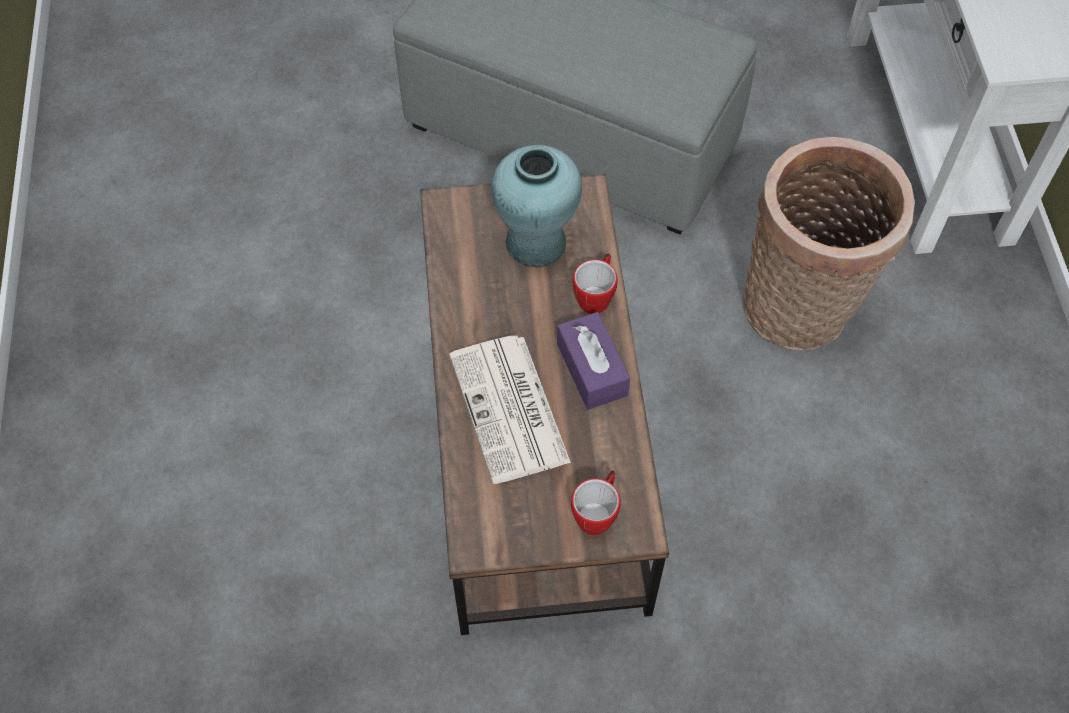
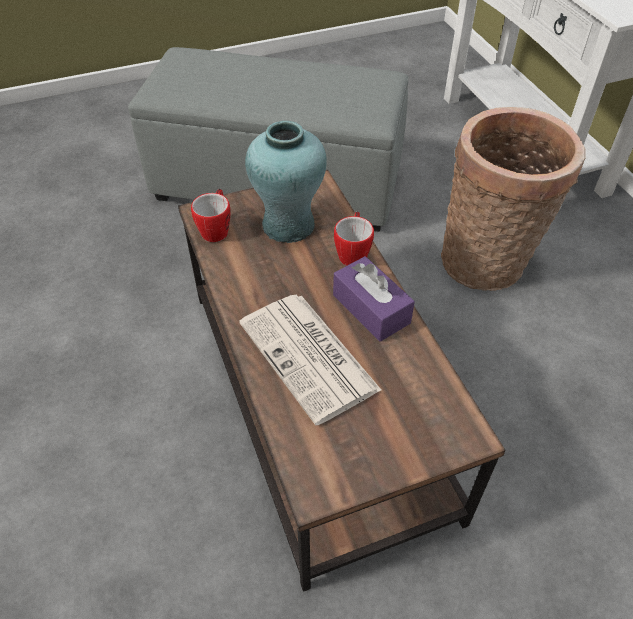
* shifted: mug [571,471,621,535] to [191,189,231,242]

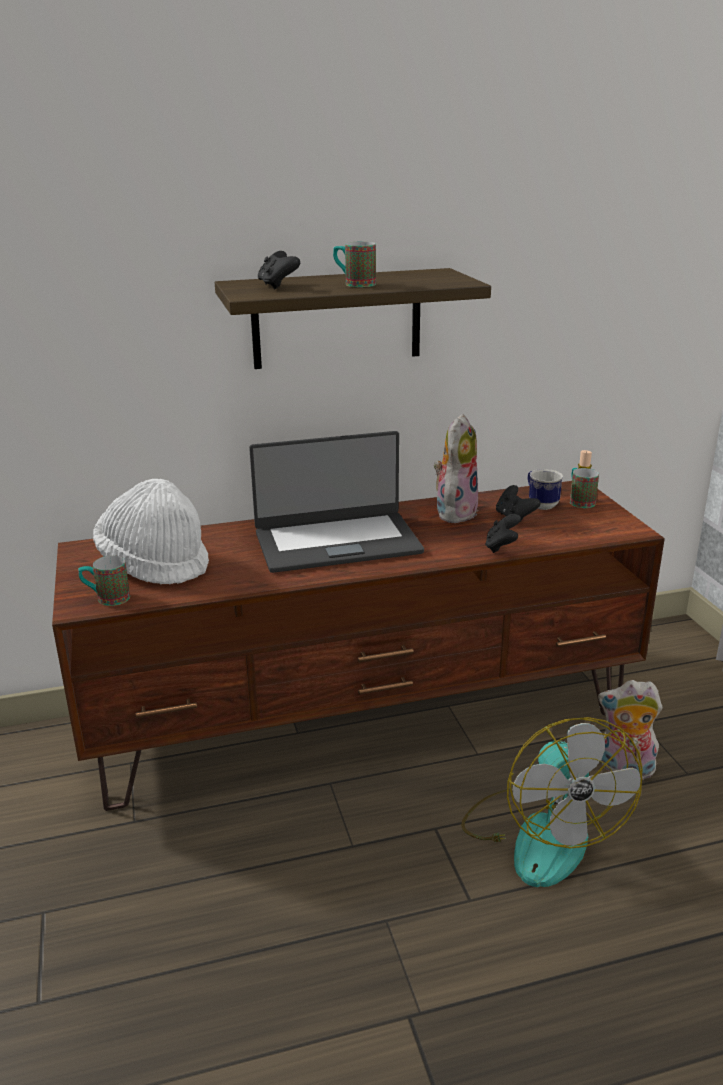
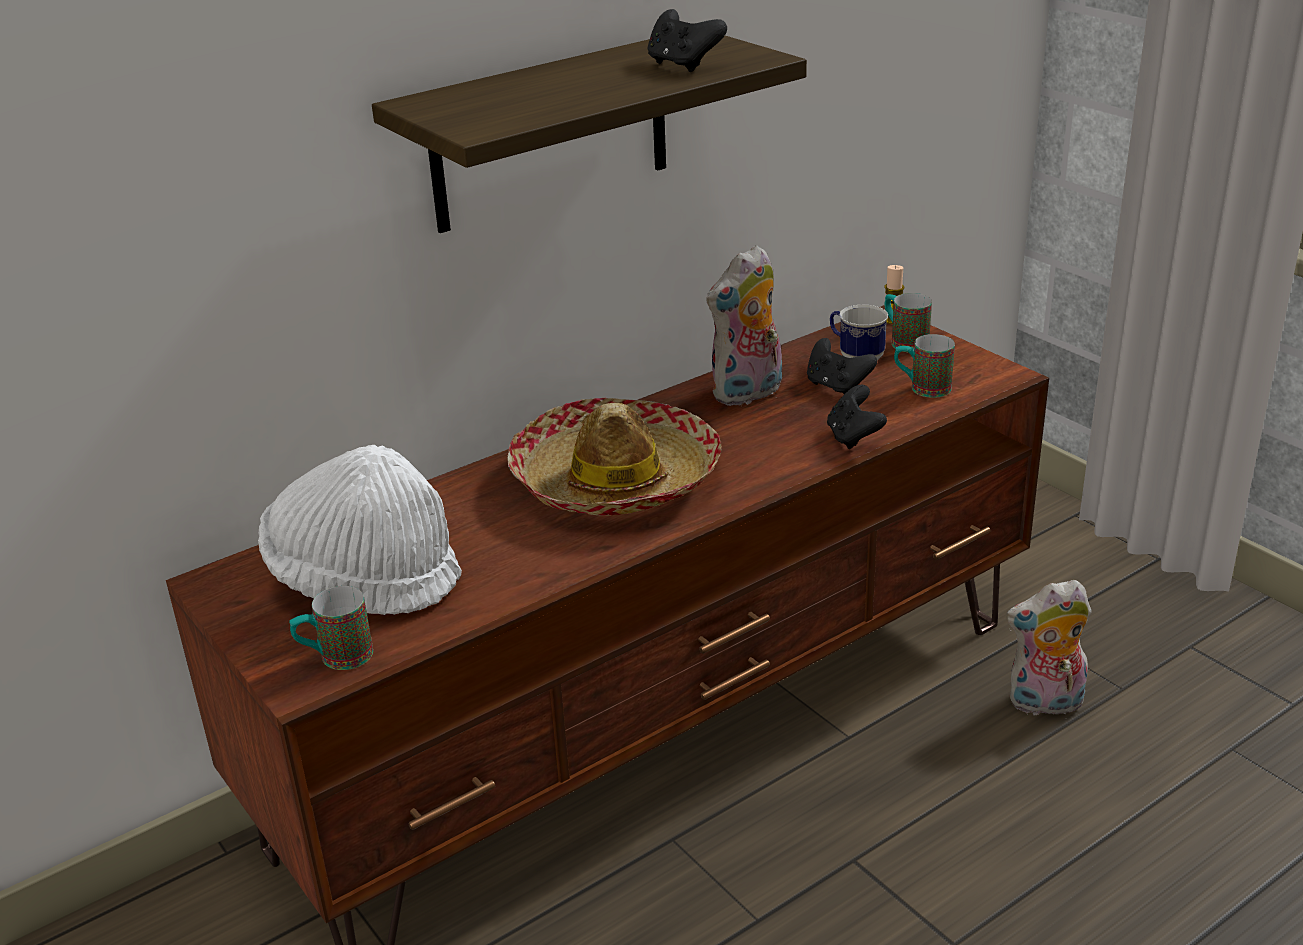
* gone: fan [461,717,643,887]
* shifted: black game controller [258,251,300,289] to [648,9,727,72]
* shifted: mug [333,242,376,287] to [894,334,955,398]
* swapped: laptop [249,431,424,573] to hat [507,398,722,516]
* rotated: plush toy [434,414,478,523] = [706,245,782,406] 135 degrees counterclockwise

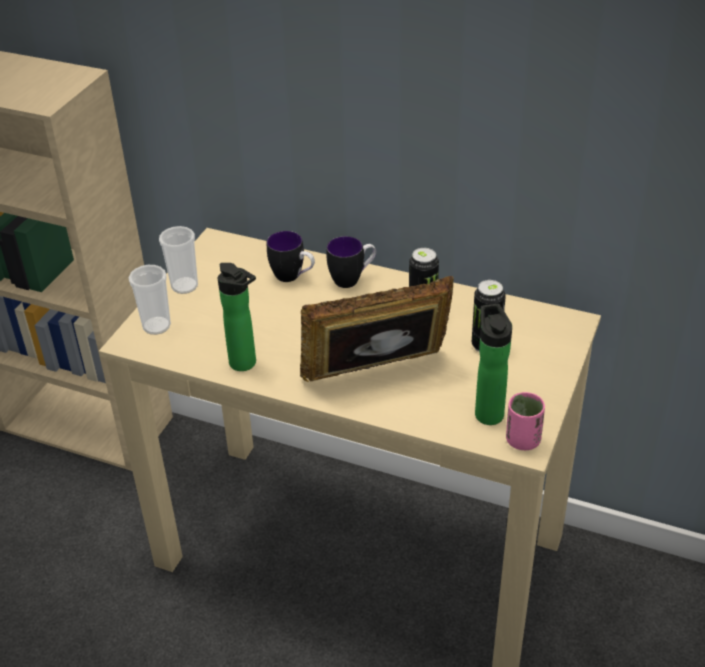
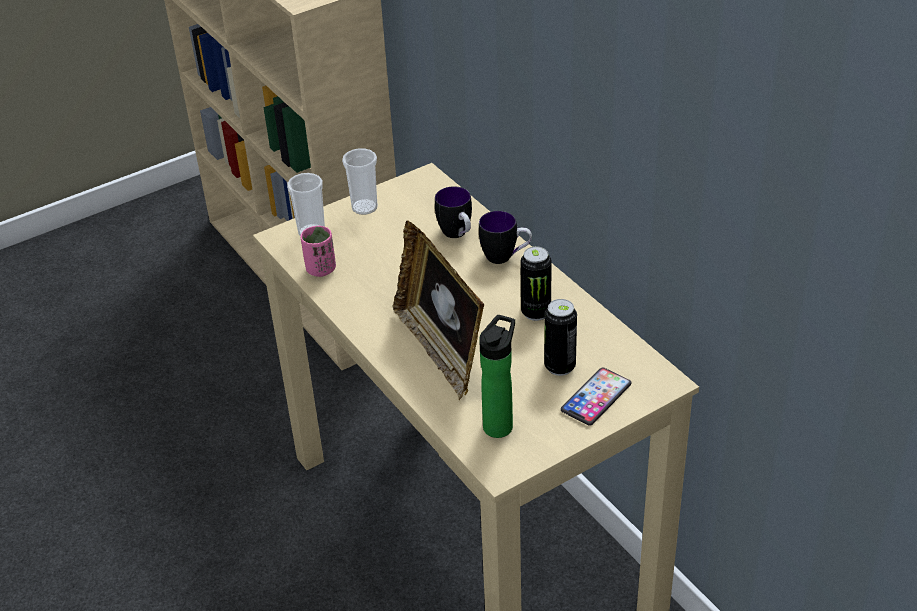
* gone: bottle [218,263,256,371]
* new: phone [561,367,632,426]
* shifted: pink cup [506,392,545,450] to [300,226,336,277]
* rotated: picture frame [300,276,454,382] = [393,221,484,400] 135 degrees counterclockwise

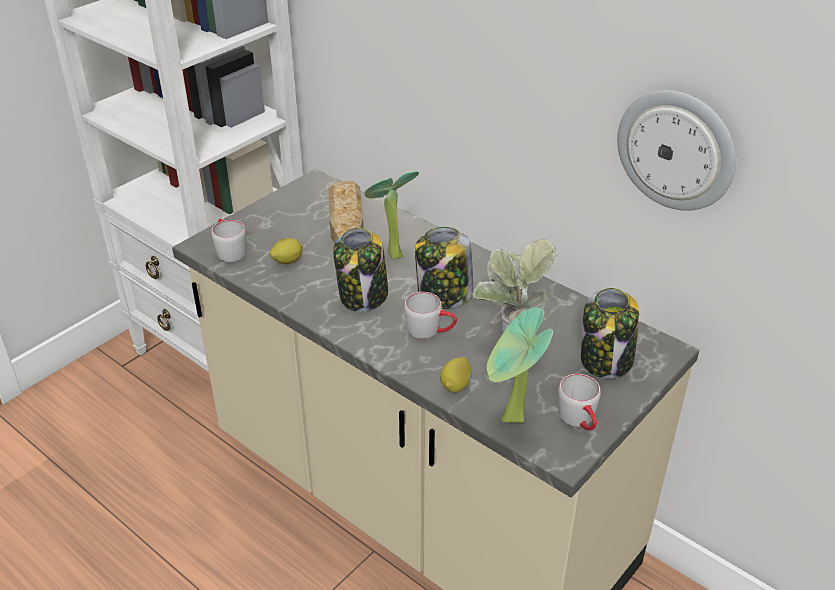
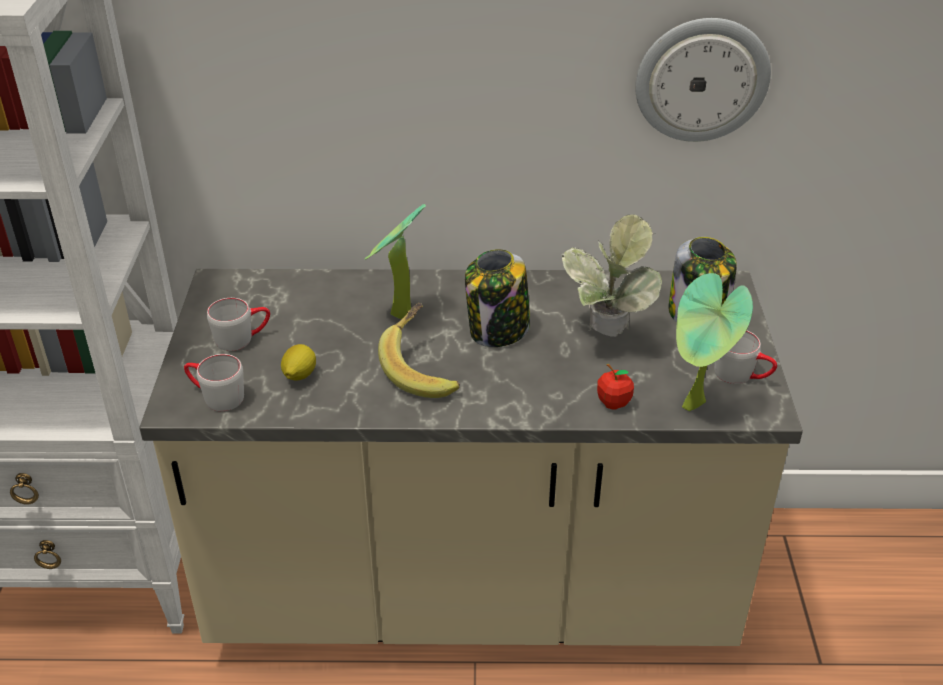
* gone: bread [328,181,363,244]
* shifted: grey mug [404,292,457,339] to [207,298,270,351]
* swapped: jar [333,228,388,312] to banana [378,302,460,398]
* swapped: lemon [440,357,472,392] to apple [597,364,634,410]

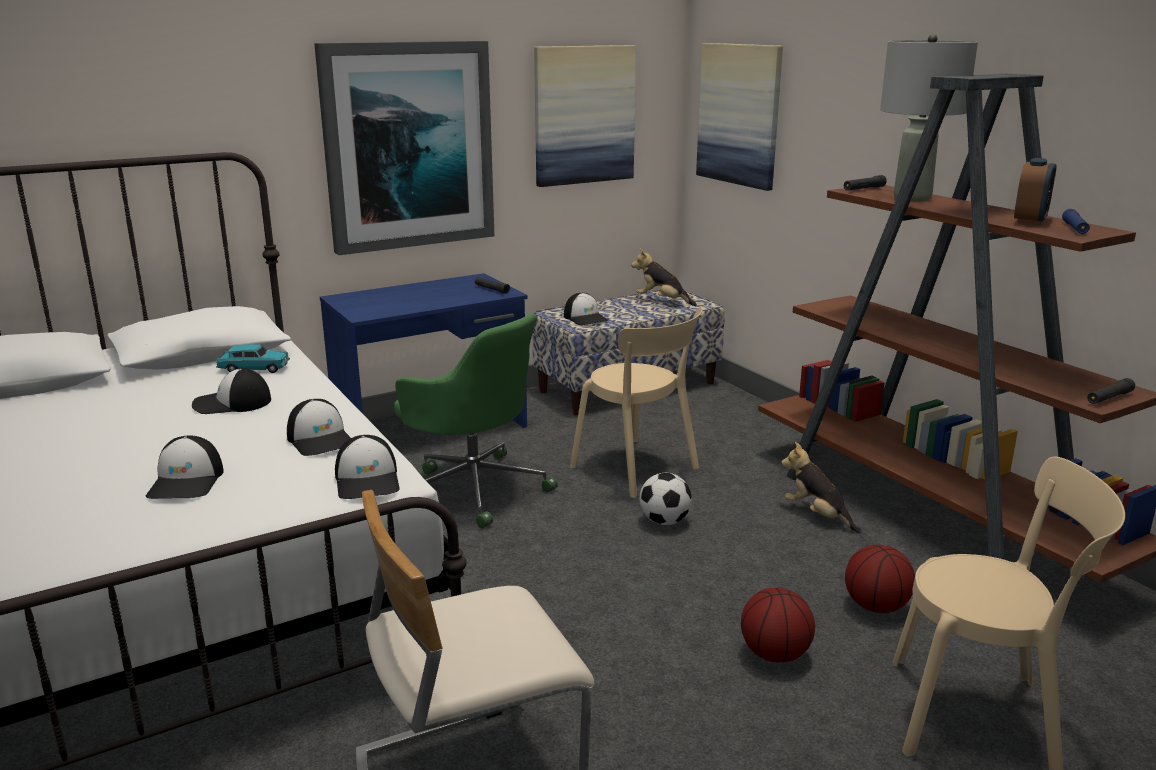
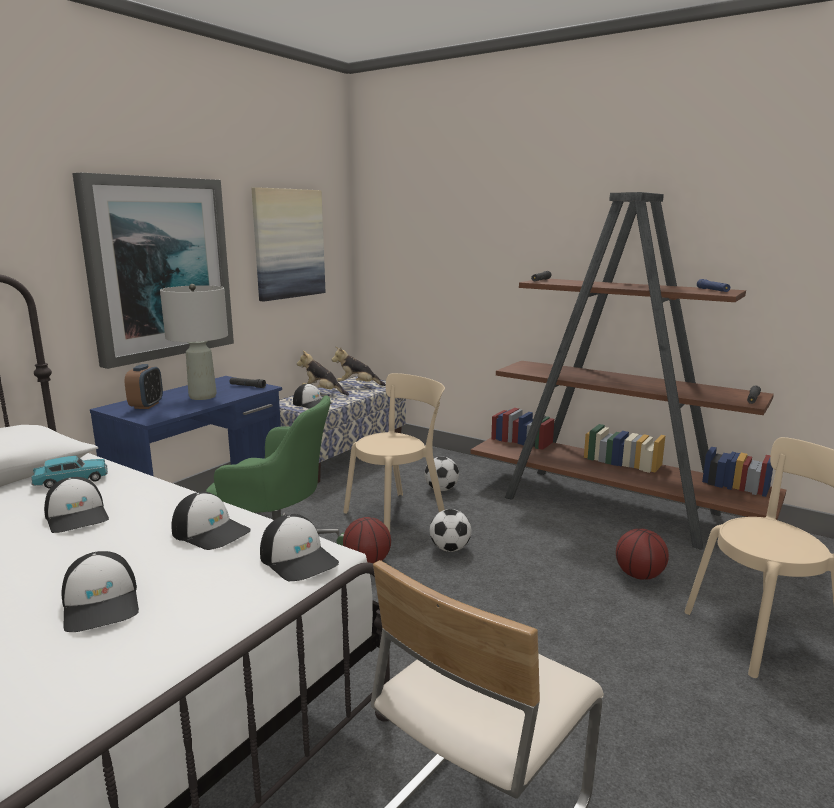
* gone: picture [696,43,783,191]
* new: football [425,457,459,491]
* shifted: basketball [741,588,815,662] to [343,517,391,563]
* shifted: plush toy [781,442,862,533] to [297,351,349,395]
* shifted: grey table lamp [880,34,978,202] to [160,284,228,400]
* shifted: alarm clock [1014,158,1057,225] to [125,364,163,409]
* rotated: cap [192,368,271,414] = [44,477,109,533] 90 degrees counterclockwise
* rotated: beige chair [570,306,703,498] = [343,373,445,532] 60 degrees counterclockwise

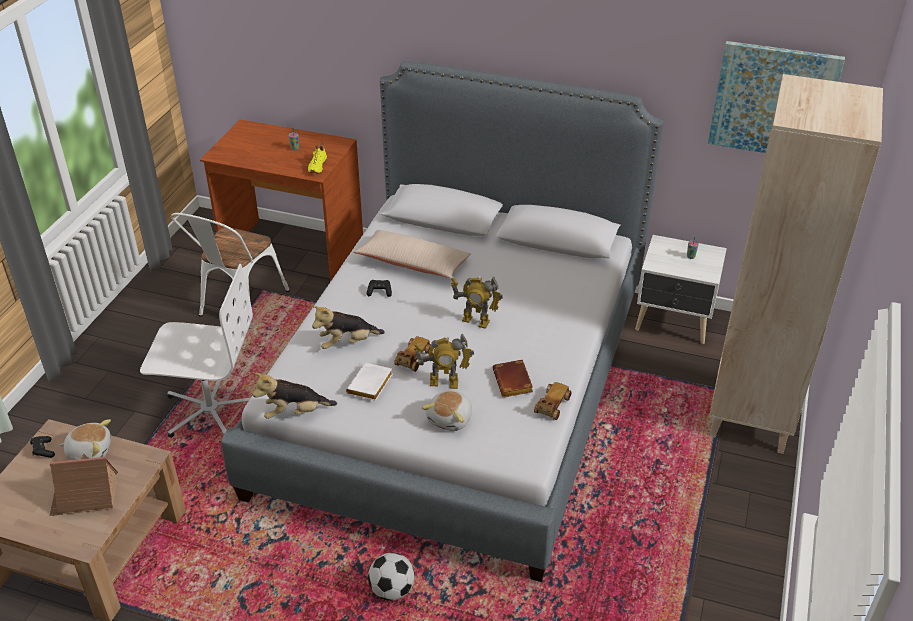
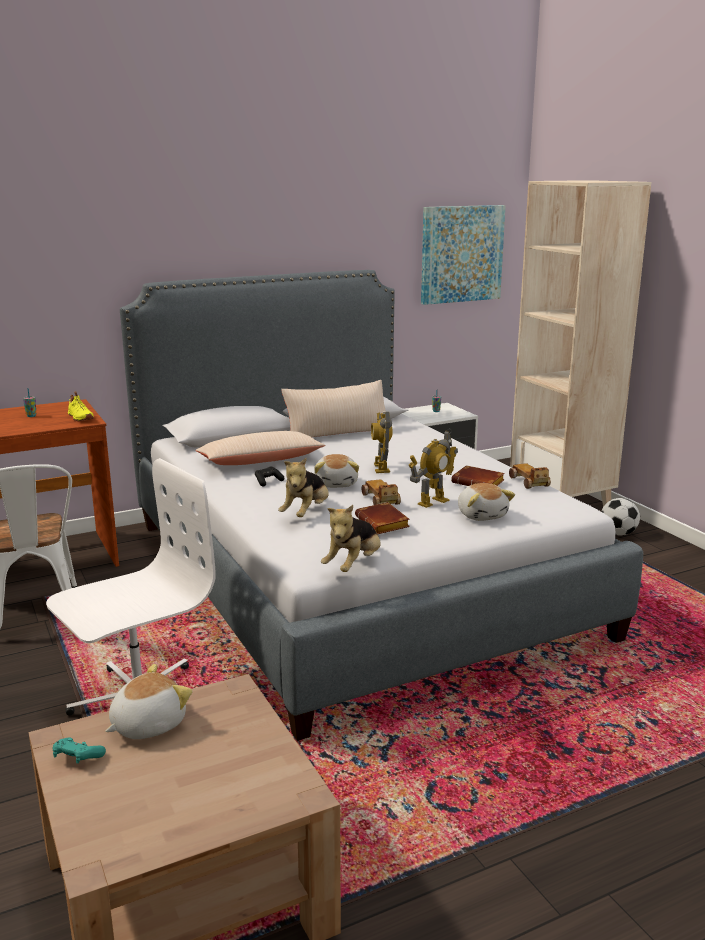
* gone: toy house [49,454,118,516]
* new: beige pillow [281,380,386,437]
* new: plush toy [314,454,359,488]
* shifted: football [368,552,415,600] to [601,498,640,536]
* repainted: black game controller [30,436,55,458] to turquoise game controller [53,738,106,764]
* repainted: white book [346,363,393,401] to brown book [355,502,410,534]
* rotated: toy robot [451,276,503,329] = [371,411,393,473] 105 degrees clockwise

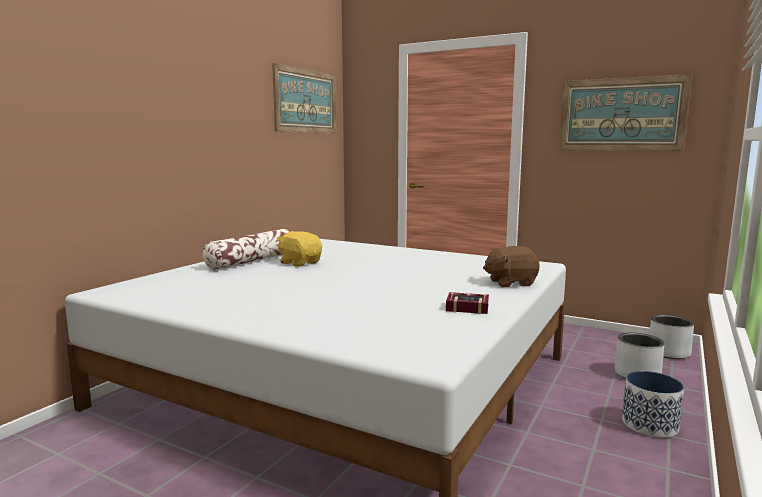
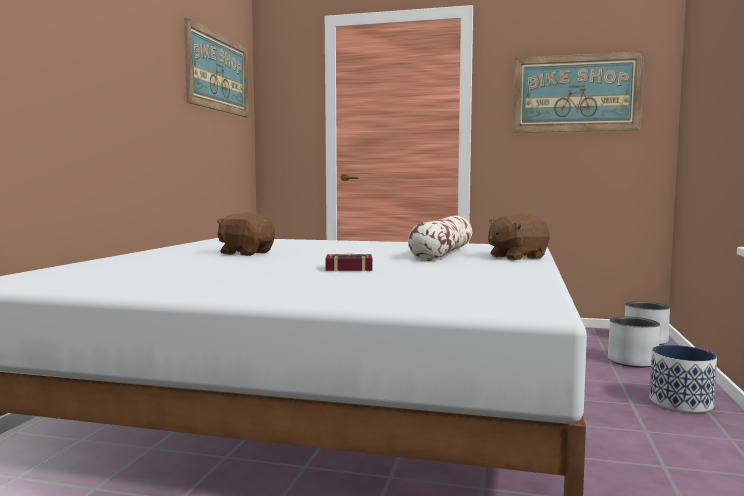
* shifted: pillow [203,229,289,270] to [408,216,472,261]
* shifted: book [446,292,489,314] to [325,253,372,271]
* repainted: yellow plush toy [277,231,322,267] to brown plush toy [217,212,275,256]

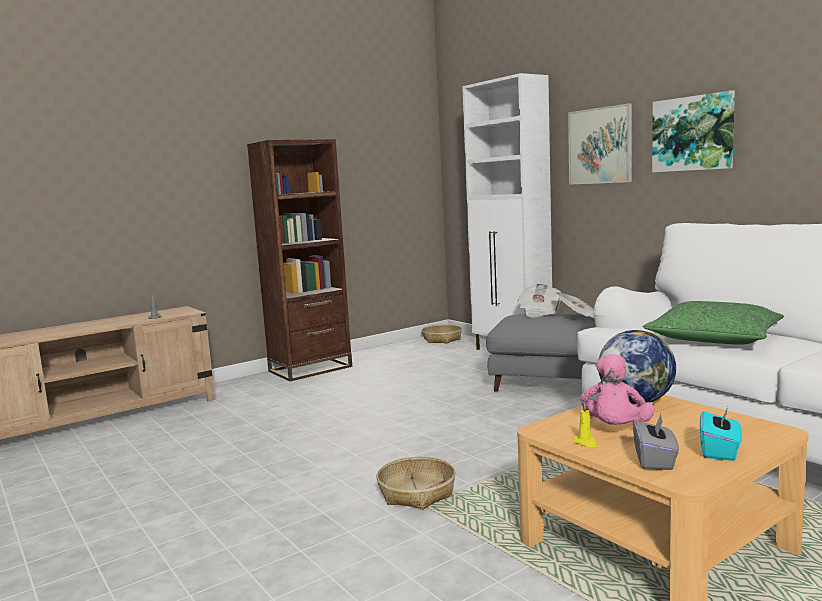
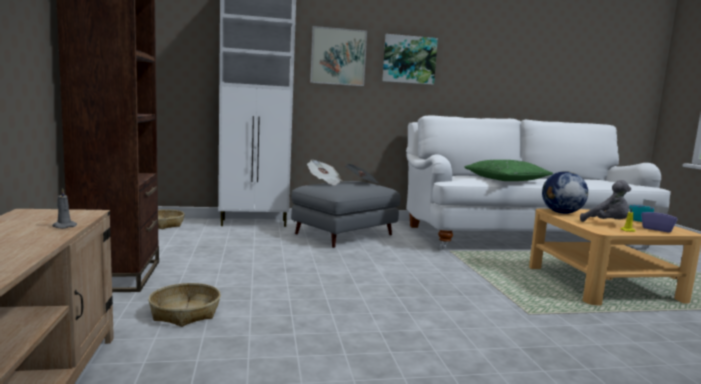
* shifted: basket [377,457,455,510] to [148,283,221,327]
* repainted: pink plush toy [580,354,655,425] to grey plush toy [580,180,631,222]
* repainted: grey tissue box [633,414,679,470] to purple tissue box [641,205,678,233]

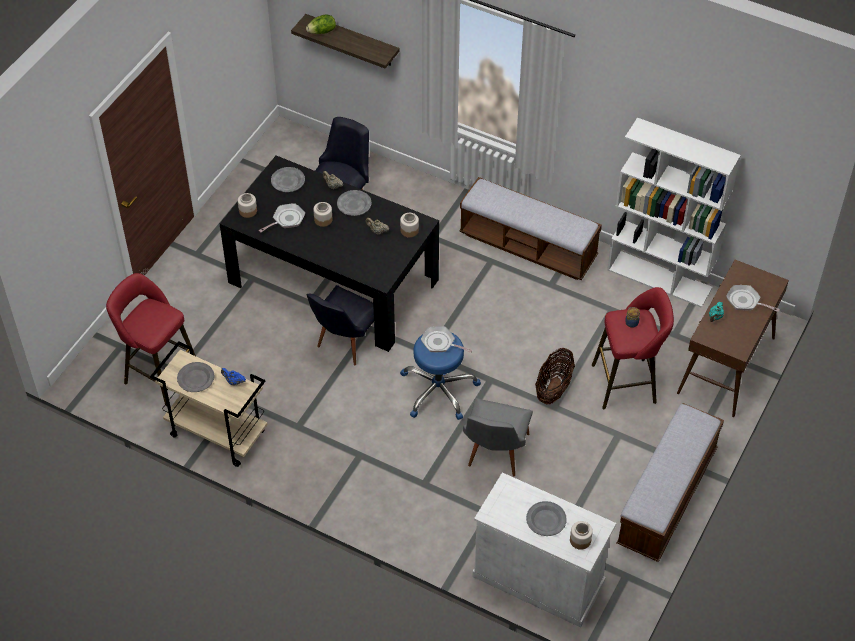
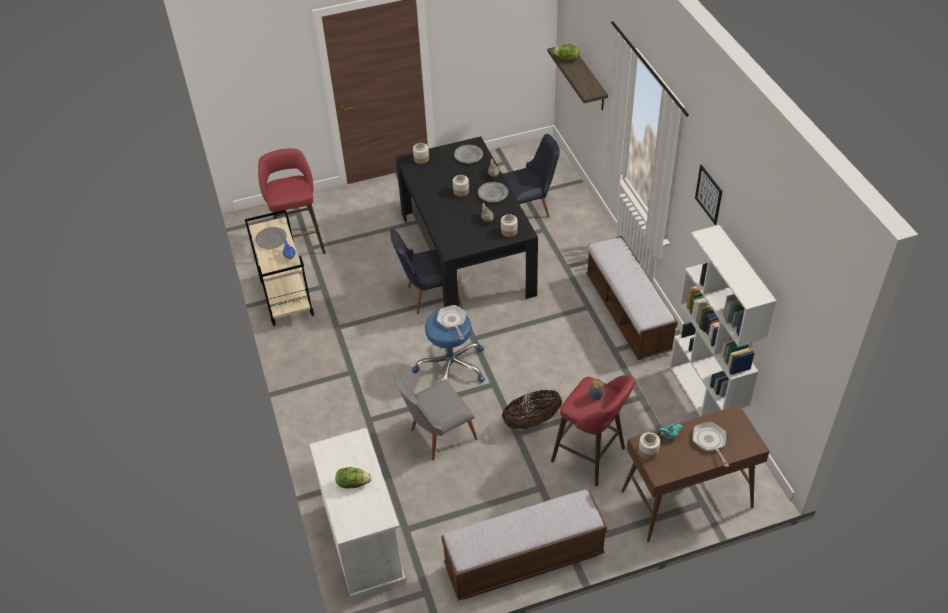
* gone: frying pan [259,203,305,232]
* new: picture [695,165,722,225]
* shifted: jar [570,521,593,550] to [638,432,660,460]
* swapped: grey plate [526,501,567,536] to lettuce [336,467,372,489]

